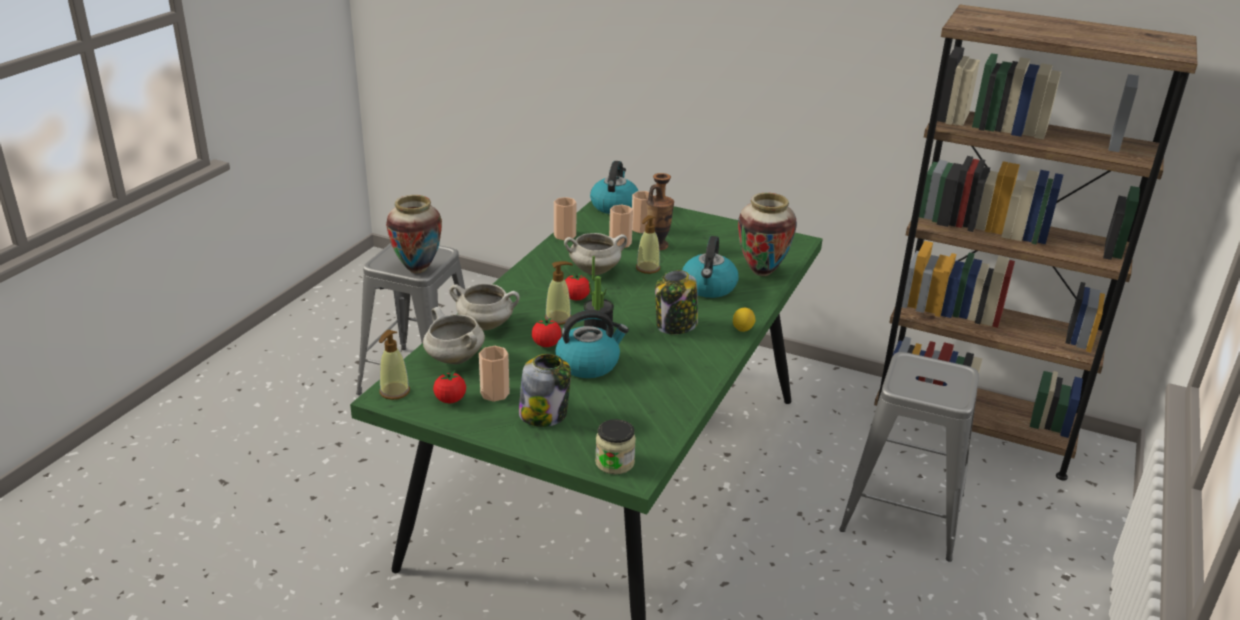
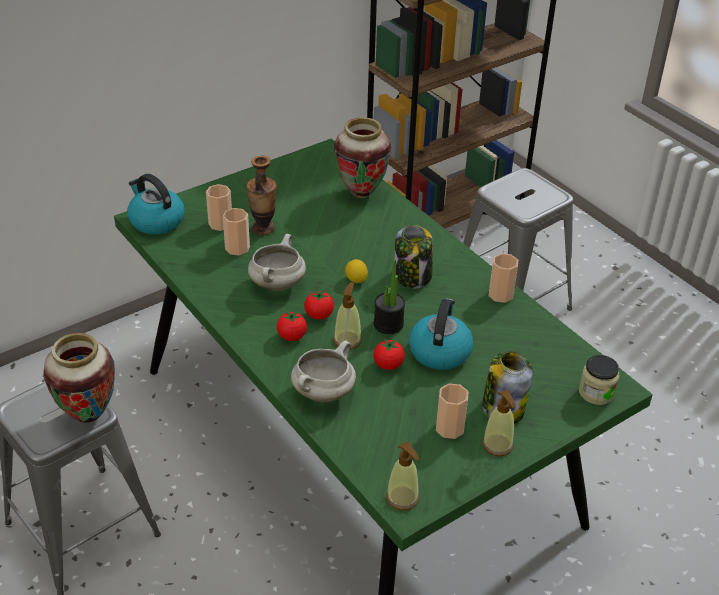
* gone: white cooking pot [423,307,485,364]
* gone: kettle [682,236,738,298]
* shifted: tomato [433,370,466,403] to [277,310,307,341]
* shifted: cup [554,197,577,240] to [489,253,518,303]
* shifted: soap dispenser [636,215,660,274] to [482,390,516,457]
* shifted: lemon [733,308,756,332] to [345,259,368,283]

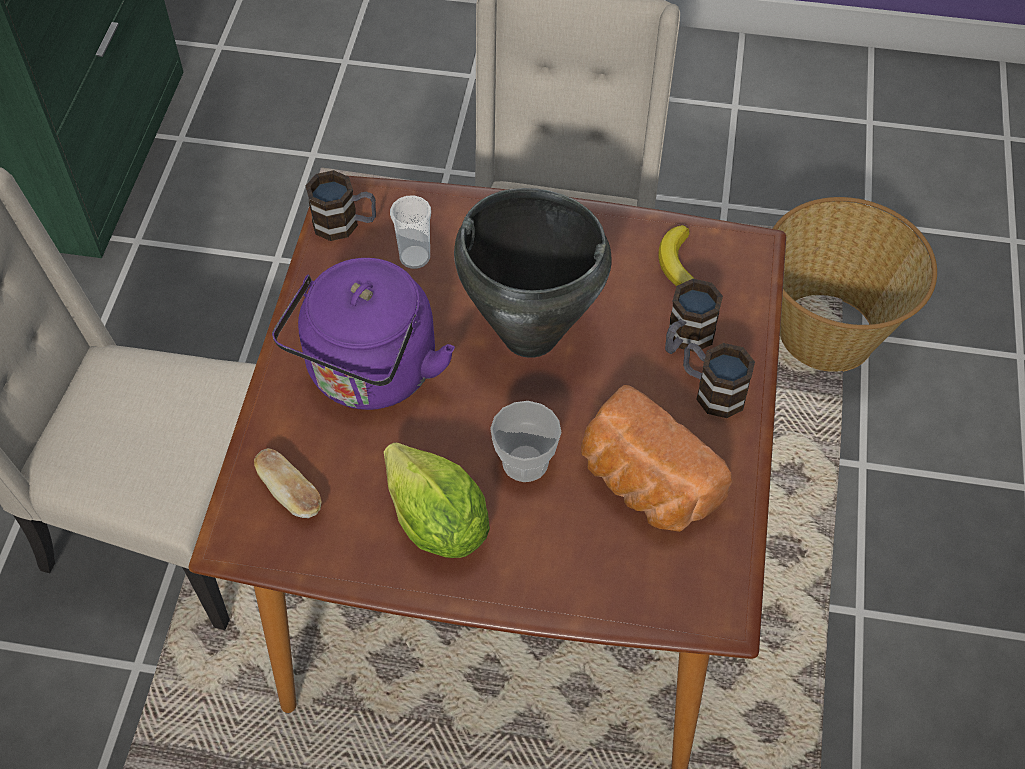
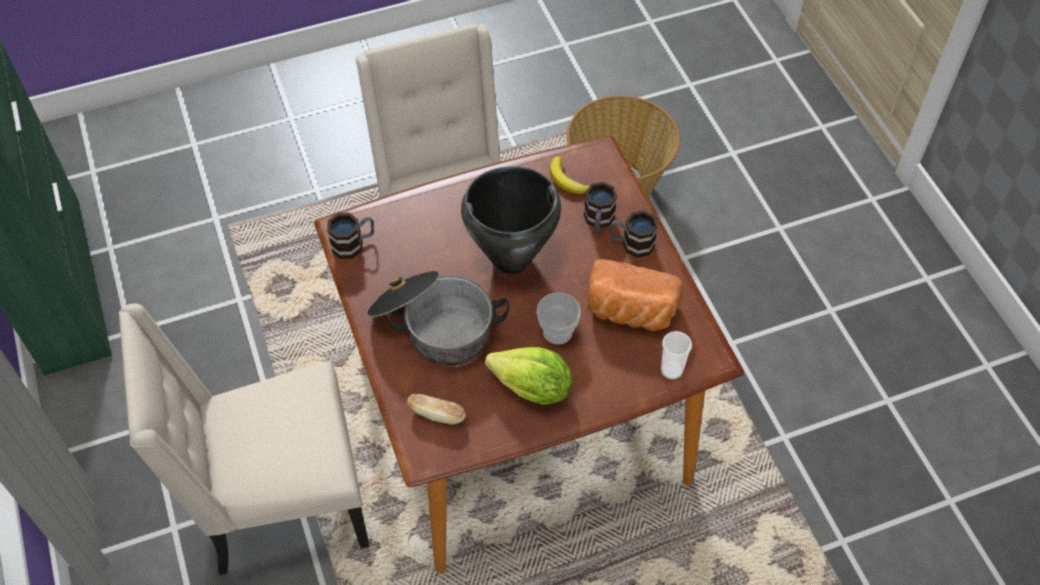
* shifted: cup [390,195,431,269] to [661,331,692,380]
* swapped: purple kettle [272,258,455,410] to cooking pot [367,271,510,366]

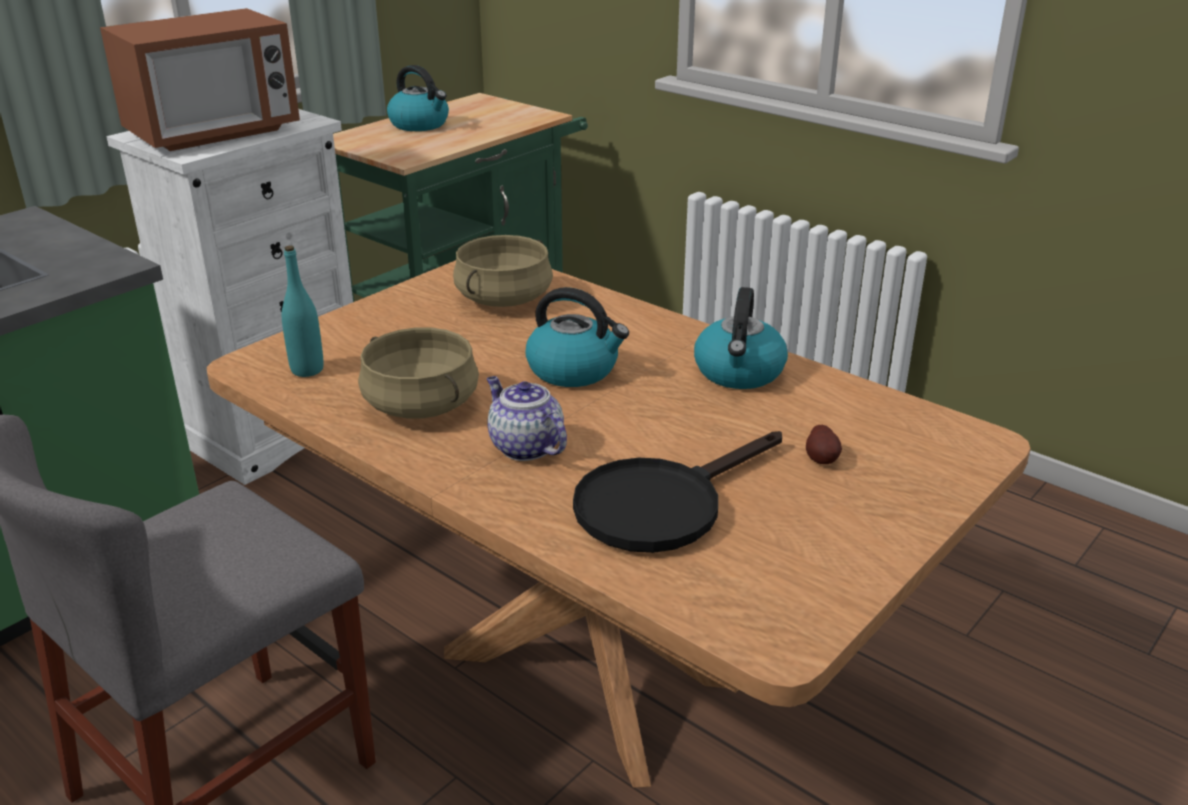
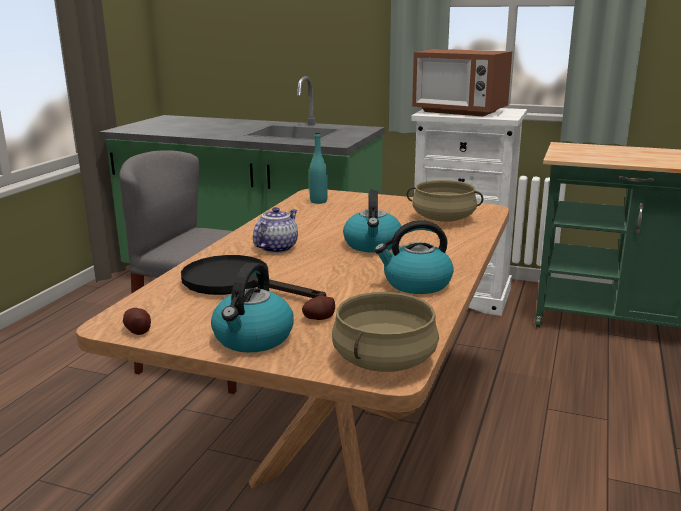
* new: potato [123,308,151,335]
* shifted: beige cooking pot [358,328,479,419] to [332,292,439,372]
* shifted: kettle [387,65,449,131] to [211,262,294,353]

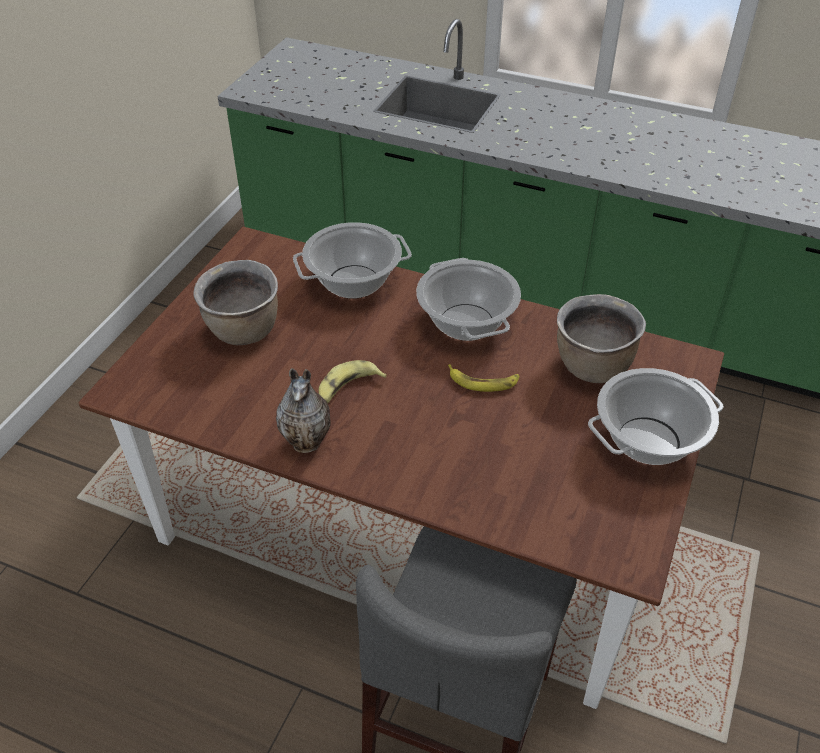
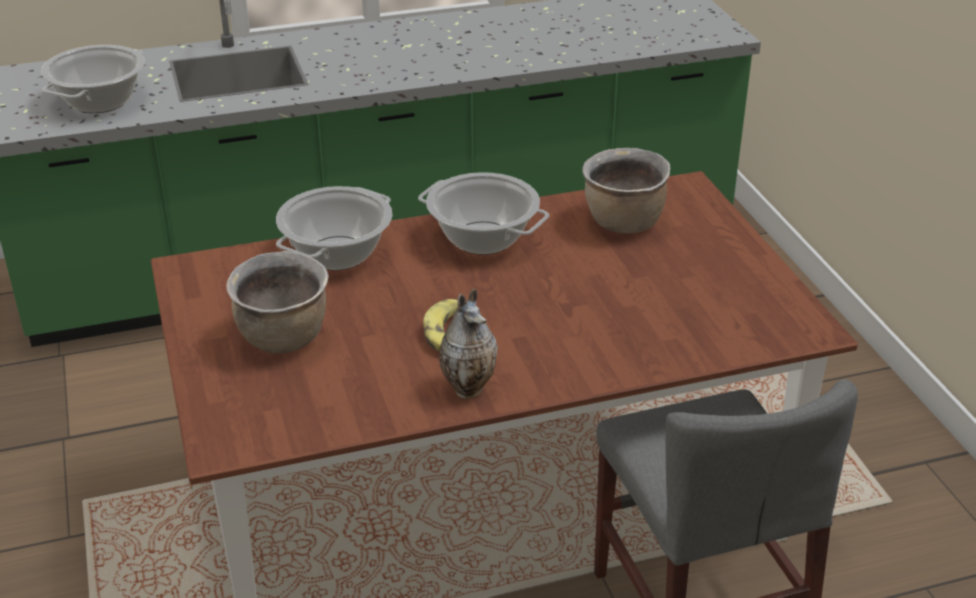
* gone: banana [448,364,519,392]
* shifted: cooking pot [588,368,724,465] to [41,45,145,113]

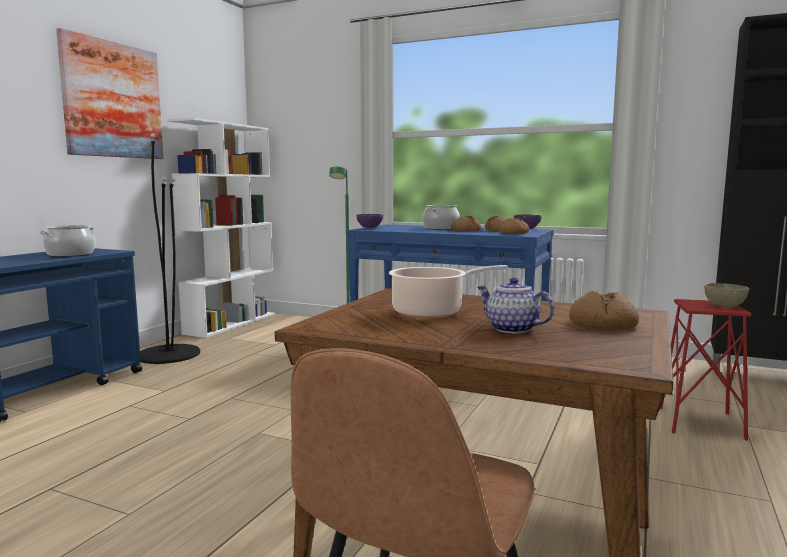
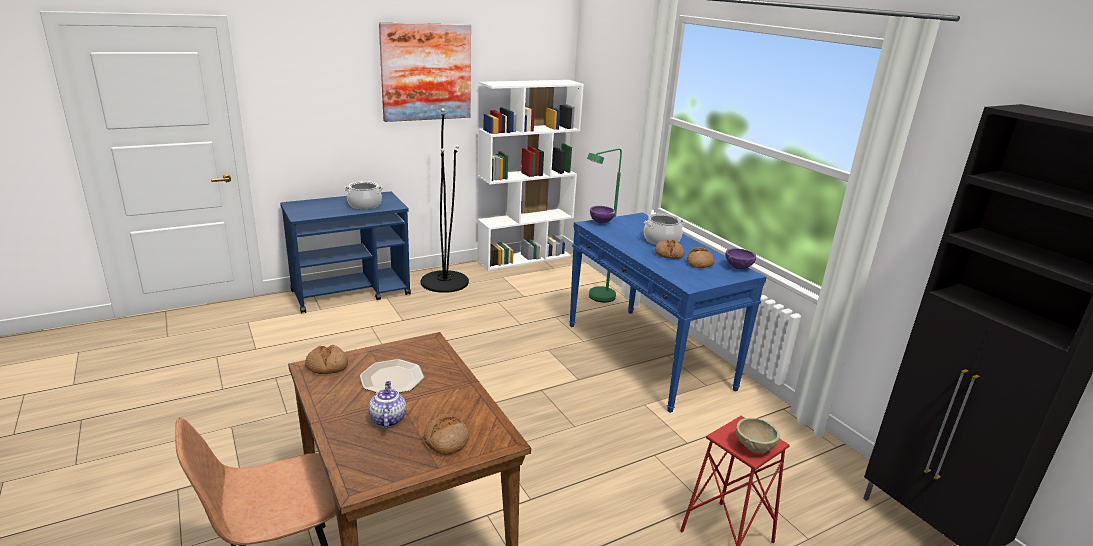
* shifted: bread [498,218,529,234] to [305,345,348,374]
* swapped: cooking pot [389,265,508,318] to plate [360,359,424,393]

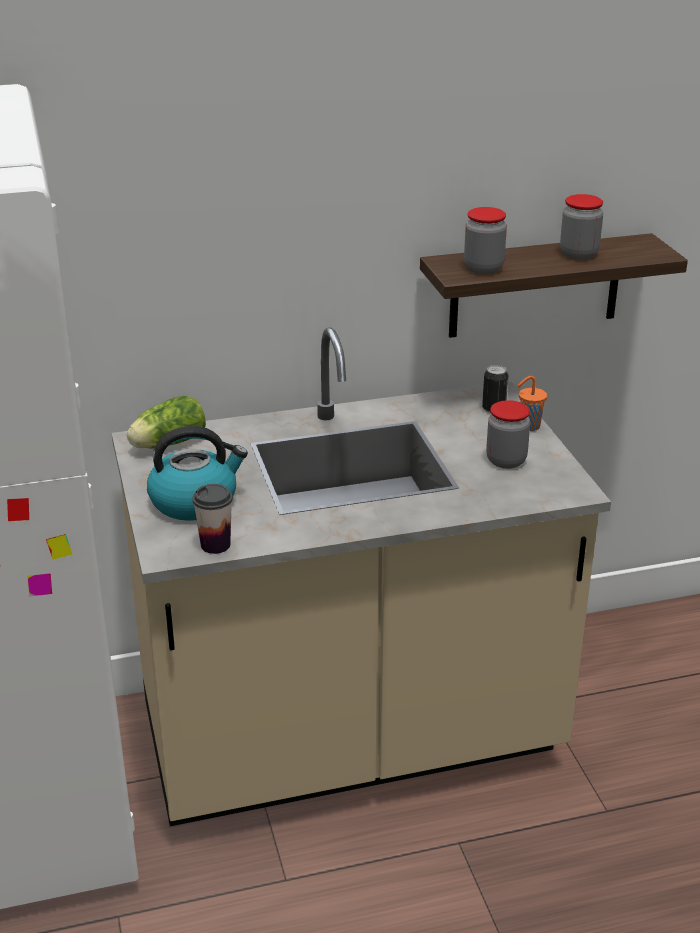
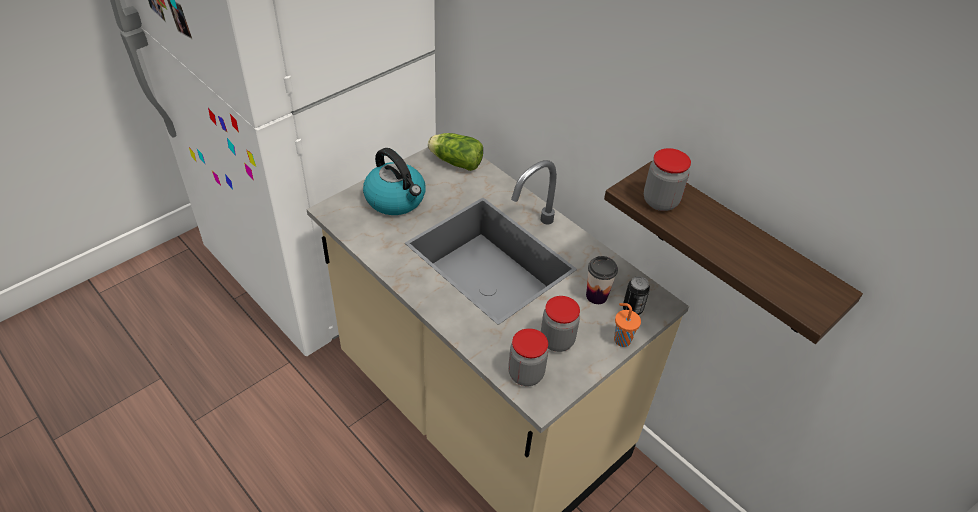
* shifted: cup [192,484,233,554] to [586,256,618,304]
* shifted: jar [560,194,603,260] to [508,328,548,386]

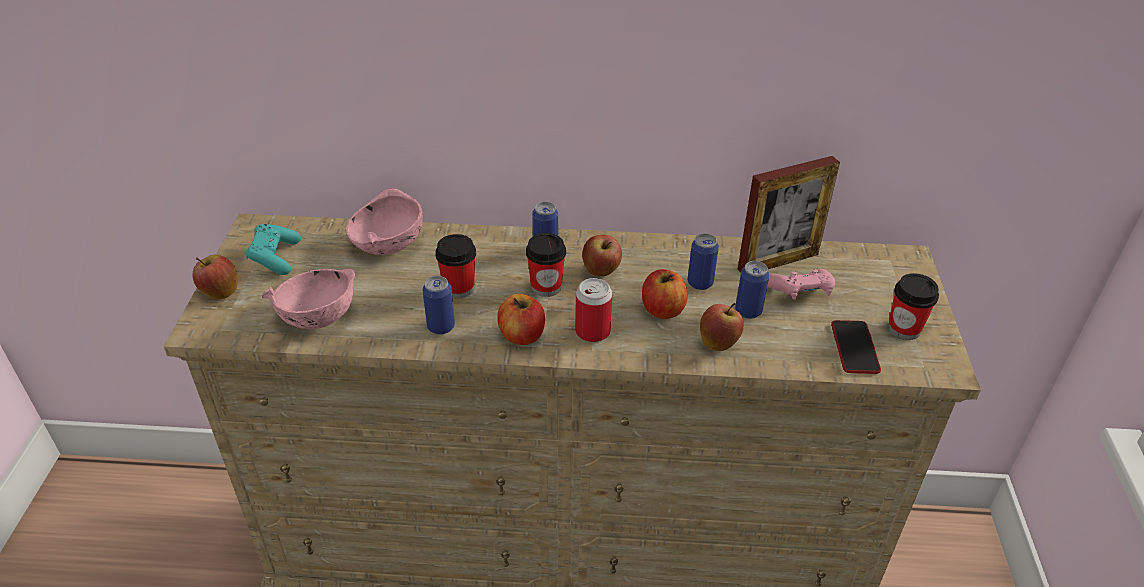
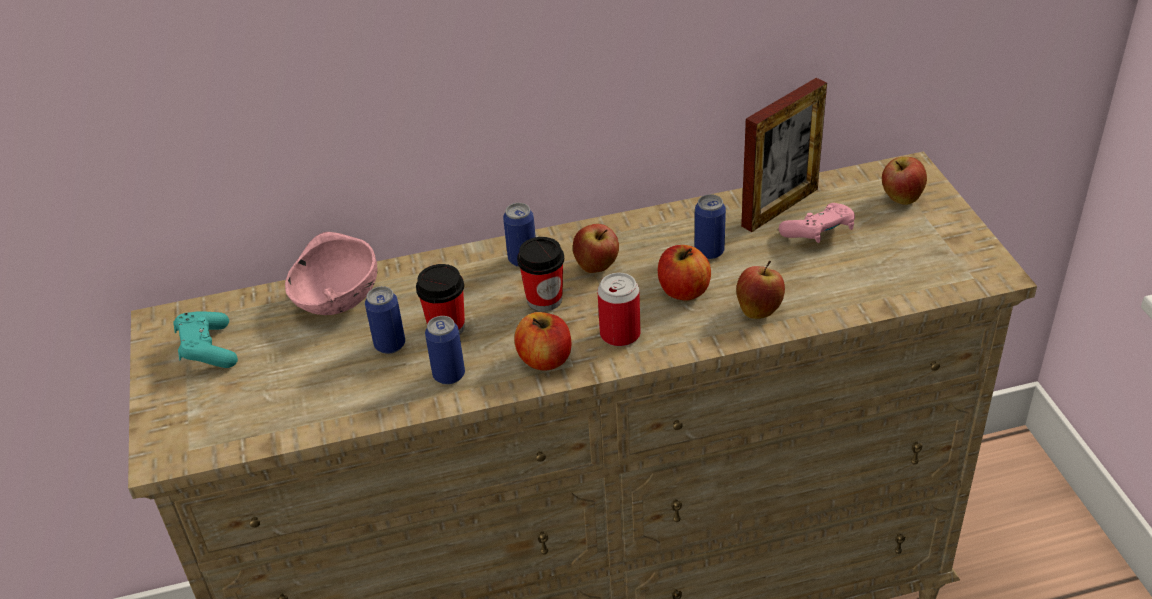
* gone: pink bowl [262,269,355,329]
* gone: phone [831,320,881,374]
* gone: cup [888,273,939,340]
* shifted: apple [192,255,238,300] to [882,157,927,205]
* shifted: can [735,261,769,319] to [365,286,405,354]

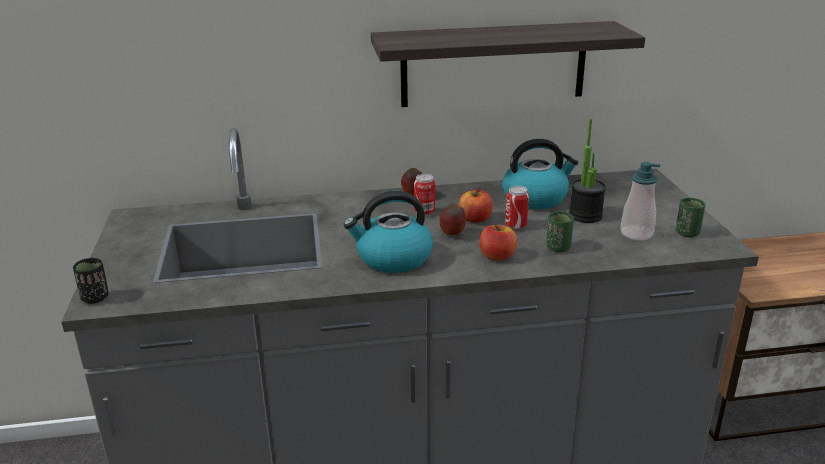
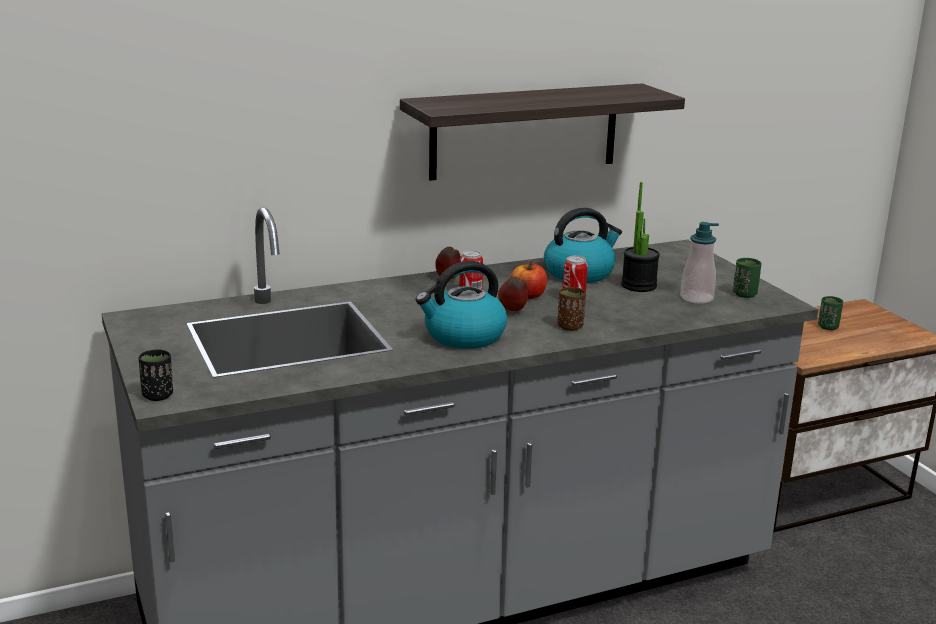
* shifted: green cup [546,211,574,252] to [818,296,843,330]
* swapped: apple [479,225,517,261] to brown cup [557,287,586,331]

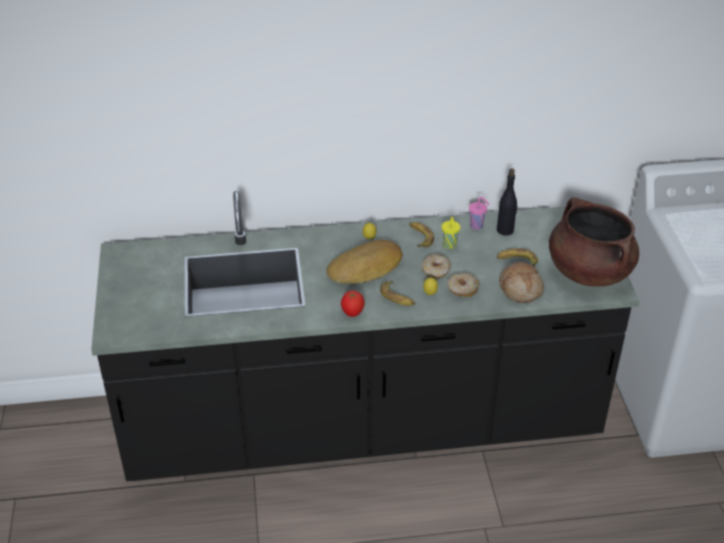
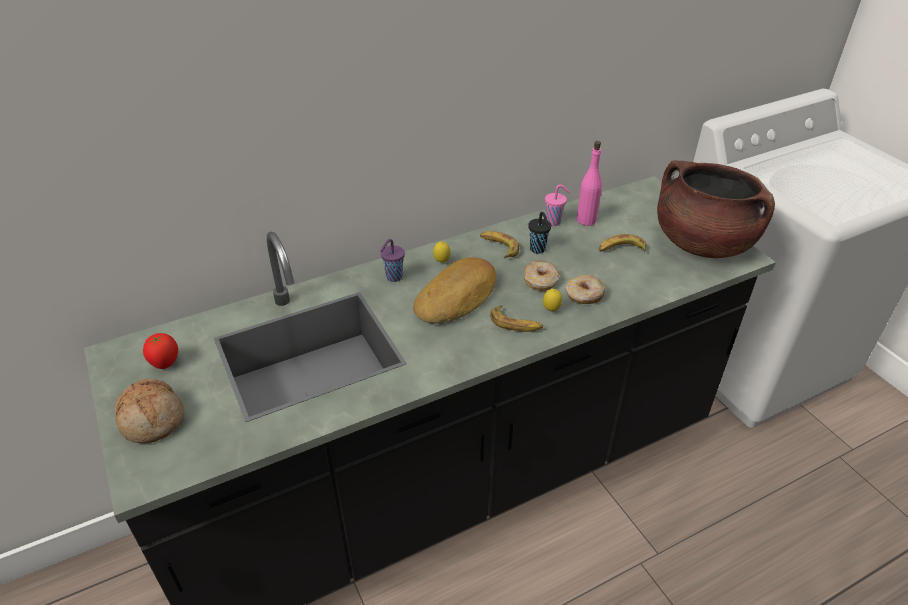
* new: purple cup [380,239,405,282]
* shifted: tomato [341,291,365,317] to [143,333,178,369]
* shifted: bread [499,262,544,303] to [114,379,184,443]
* repainted: yellow cup [442,216,460,249] to black cup [528,212,551,253]
* repainted: black bottle [497,168,517,236] to pink bottle [577,141,602,226]

